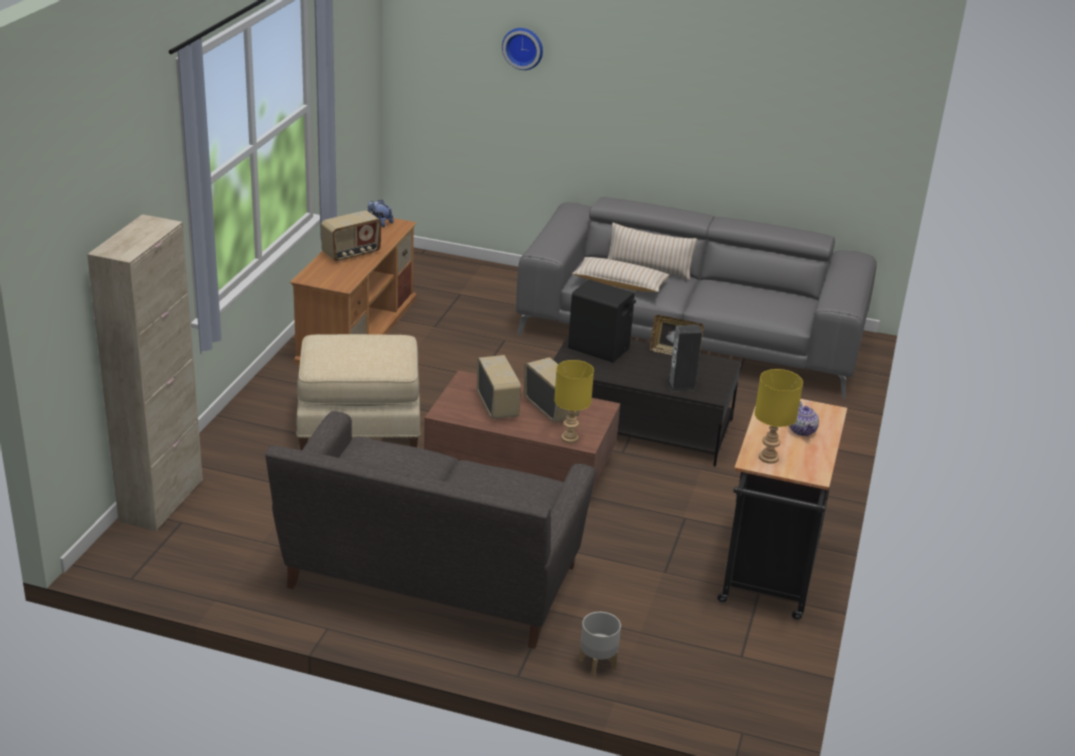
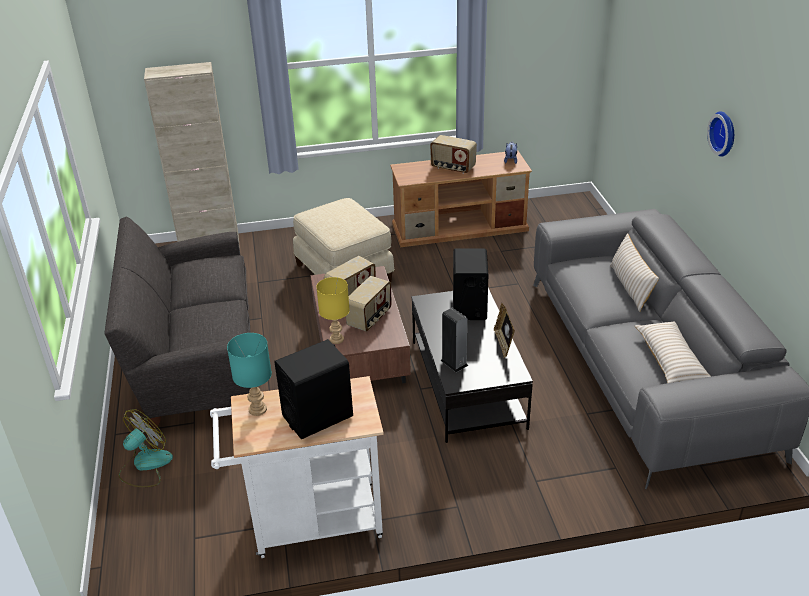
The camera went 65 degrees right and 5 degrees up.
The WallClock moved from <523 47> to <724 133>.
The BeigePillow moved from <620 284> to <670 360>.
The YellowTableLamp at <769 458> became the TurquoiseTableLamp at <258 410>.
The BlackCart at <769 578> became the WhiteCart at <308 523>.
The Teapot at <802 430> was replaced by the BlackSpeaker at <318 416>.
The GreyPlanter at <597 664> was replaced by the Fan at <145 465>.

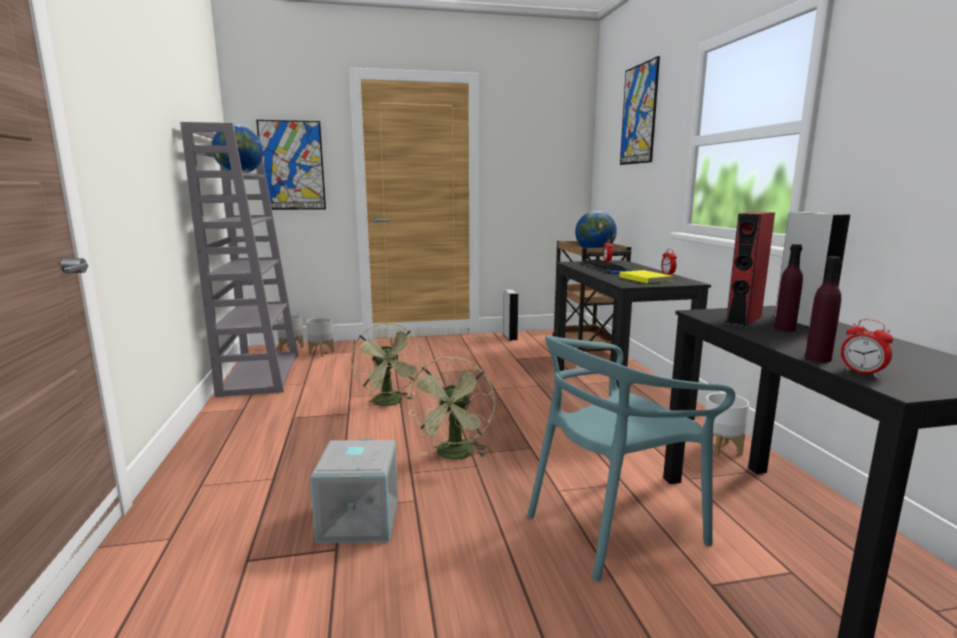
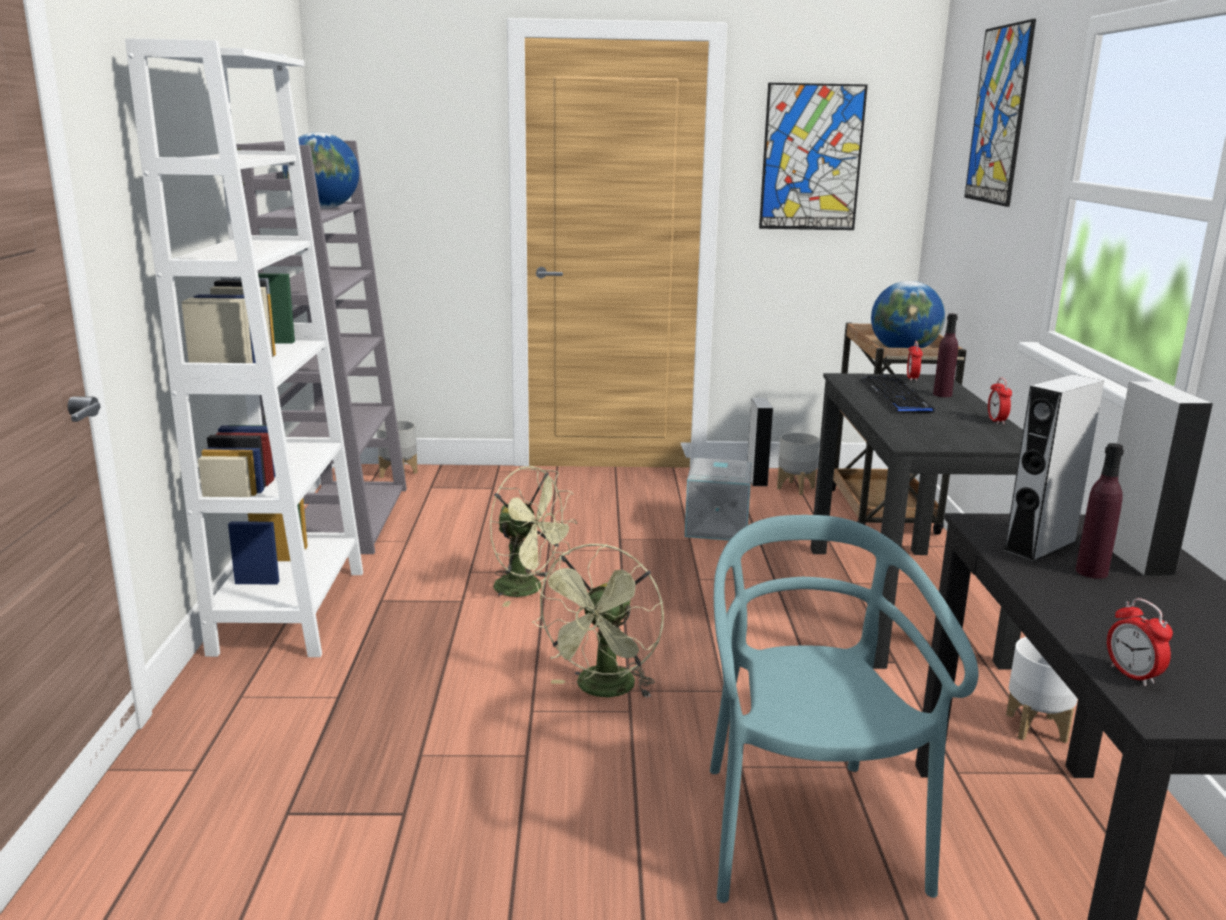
The camera went 10 degrees right and 5 degrees up.
The Picture moved from <292 165> to <811 158>.
The RedSpeaker at <743 320> became the GreySpeaker at <1040 546>.
The PurpleBottle moved from <818 358> to <942 394>.
The YellowBook at <644 279> disappeared.
The GreyPlanter moved from <321 352> to <795 488>.
The GreenFan at <390 403> turned 45 degrees counterclockwise.
The TurquoiseChair at <613 525> turned 105 degrees clockwise.
The GreyStorageBox moved from <357 519> to <715 527>.
The WhiteBookcase at <290 611> appeared.

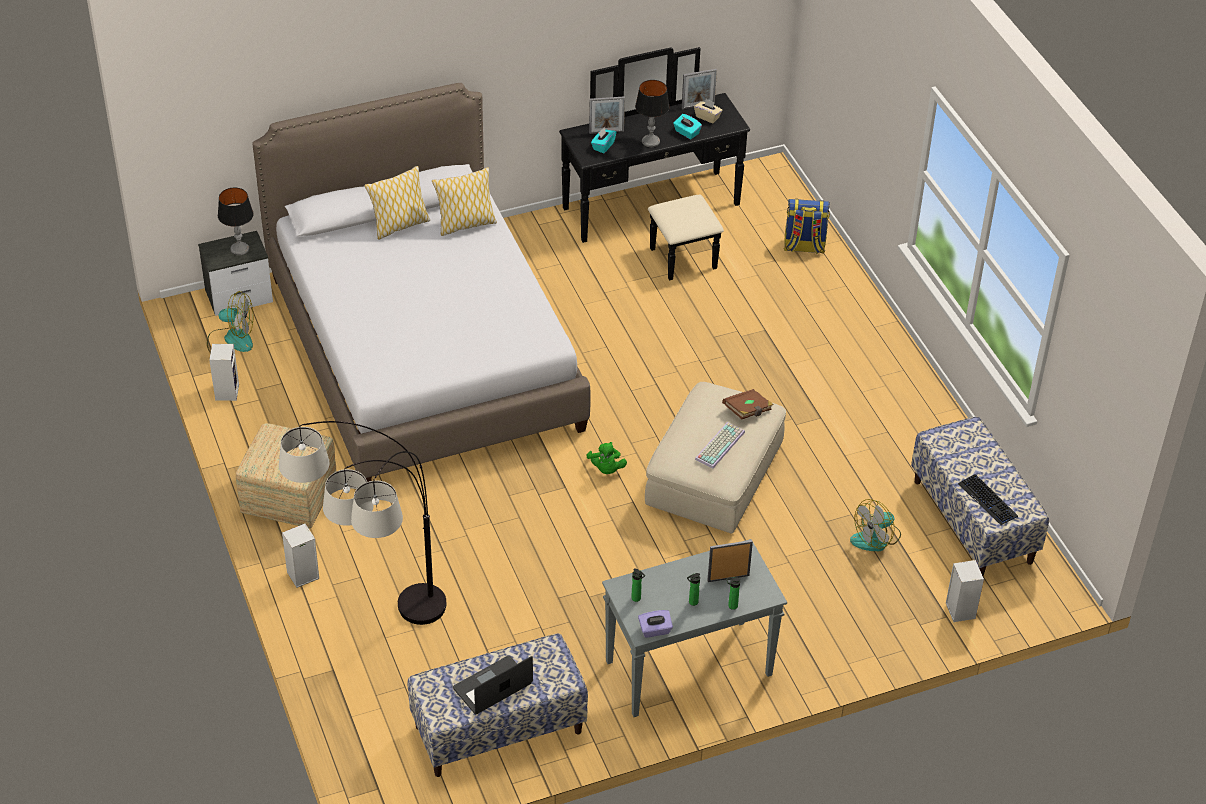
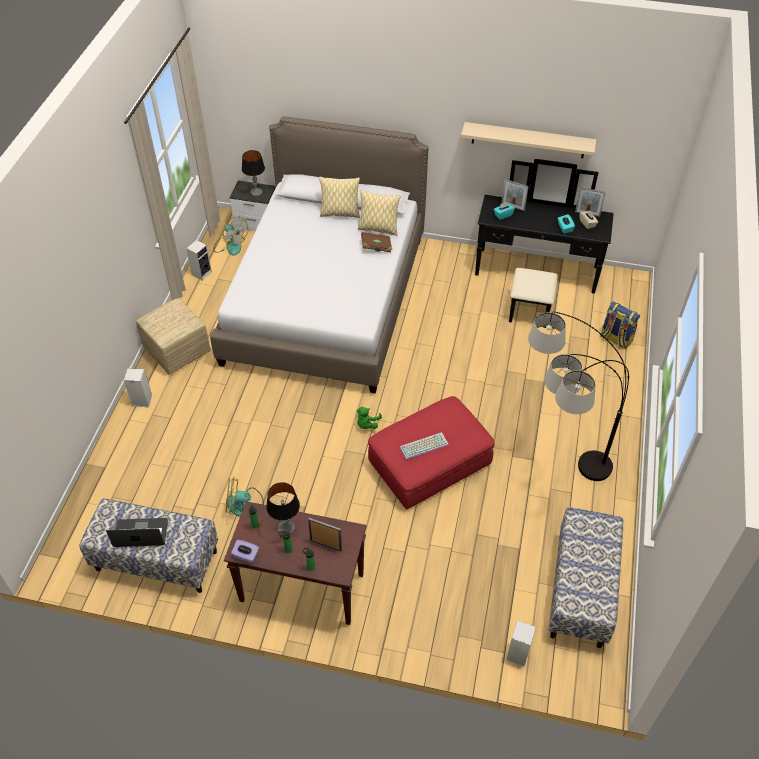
The camera went 35 degrees right and 5 degrees up.
The TableLamp moved from <650 141> to <286 528>.
The BeigeOttoman at <713 475> became the RedOttoman at <429 463>.
The BrownBook moved from <747 411> to <376 247>.
The FloorLamp moved from <378 640> to <555 475>.
The Keyboard at <988 500> disappeared.
The Fan moved from <876 538> to <244 506>.
The GreyConsoleTable at <687 670> became the BrownConsoleTable at <301 588>.
The BeigeShelf at <528 140> appeared.

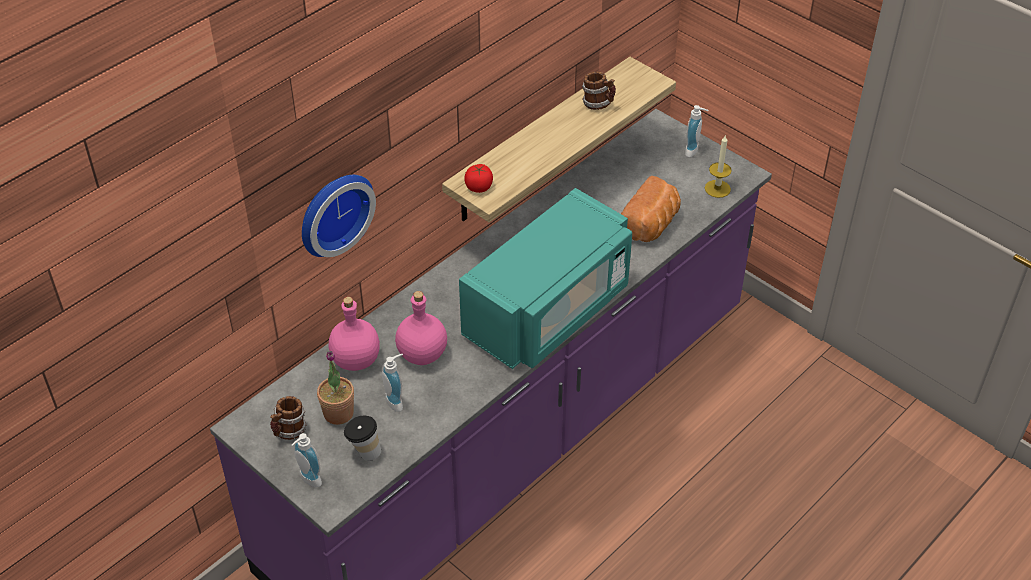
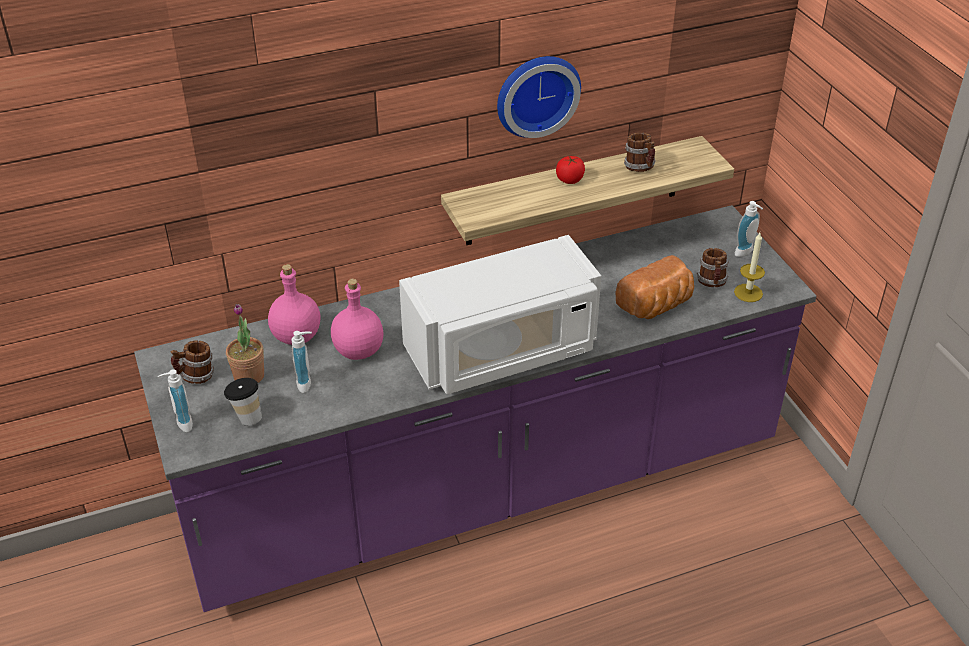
The camera went 25 degrees right and 5 degrees down.
The Tomato moved from <479 187> to <570 180>.
The WallClock moved from <332 212> to <536 93>.
The TurquoiseMicrowave at <549 311> became the WhiteMicrowave at <502 351>.
The Mug at <712 283> appeared.

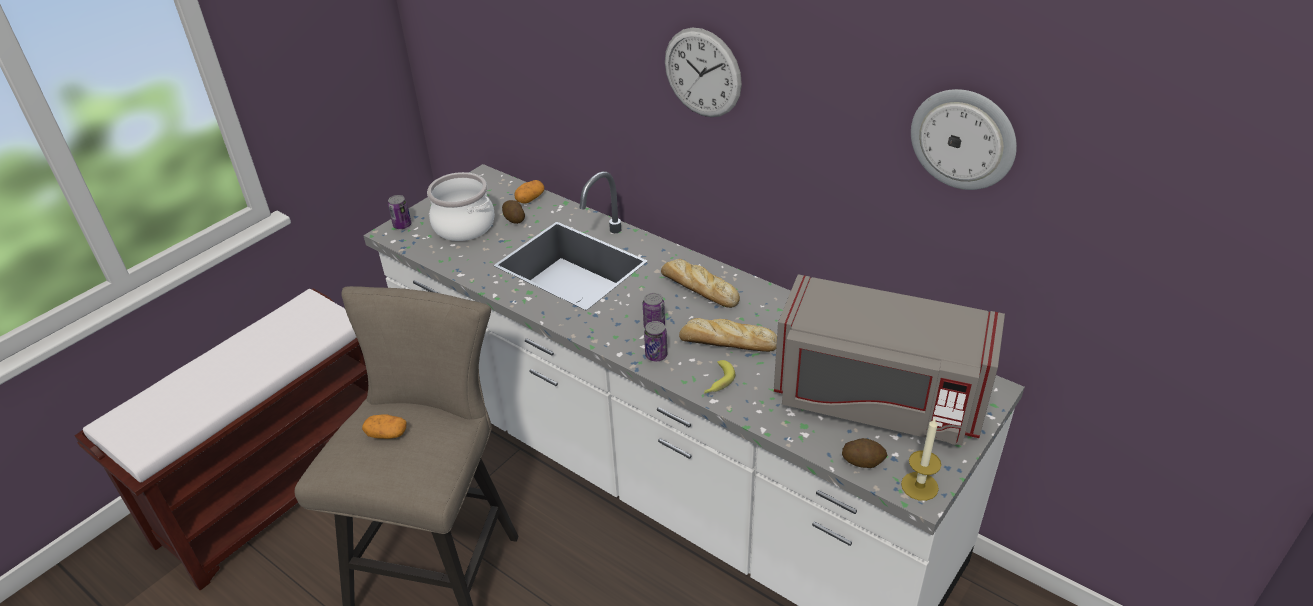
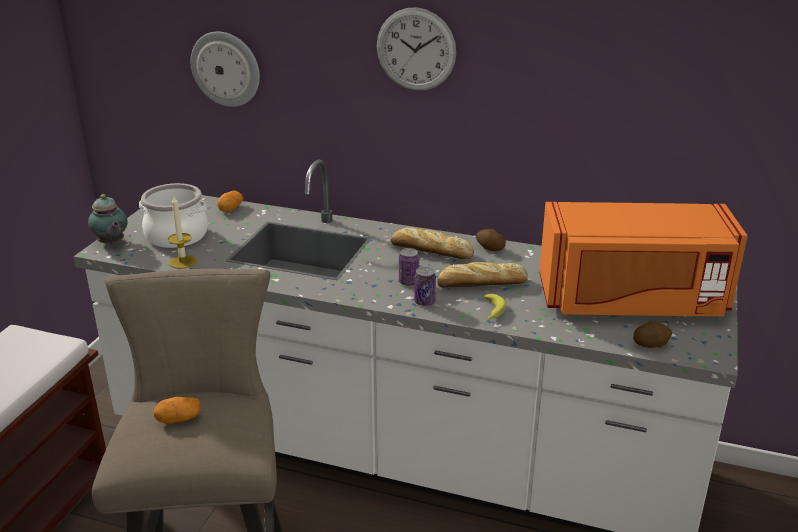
The camera went 20 degrees left and 10 degrees down.
The WallClock moved from <963 139> to <226 69>.
The Can at <402 225> was replaced by the Teapot at <111 243>.
The Potato moved from <514 219> to <489 248>.
The GreyMicrowave at <877 399> became the OrangeMicrowave at <632 301>.
The Candle moved from <919 486> to <182 262>.

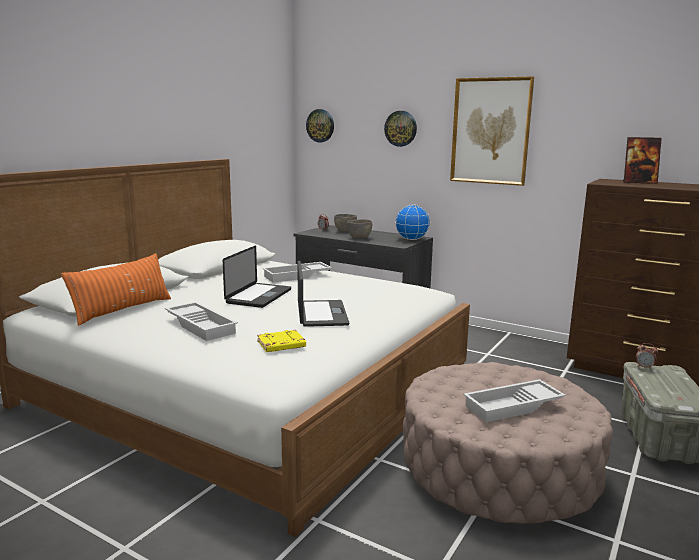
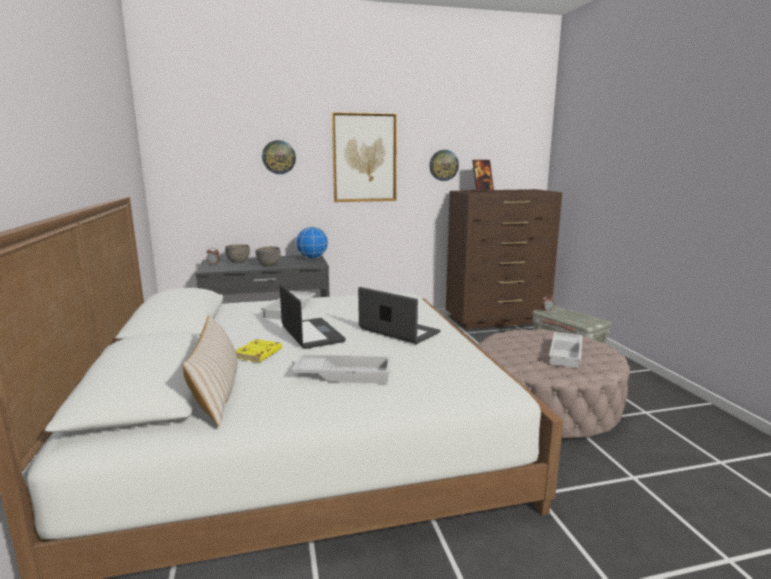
The camera went 45 degrees left and 0 degrees up.
The WallClock moved from <320 125> to <443 165>.
The OrangePillow at <122 310> became the BeigePillow at <217 392>.
The YellowBook moved from <281 345> to <258 354>.

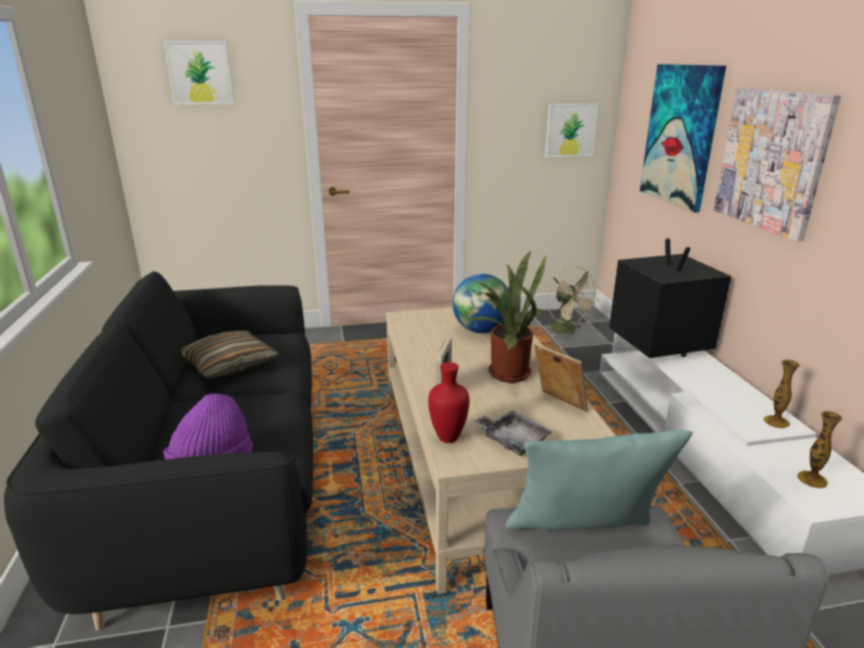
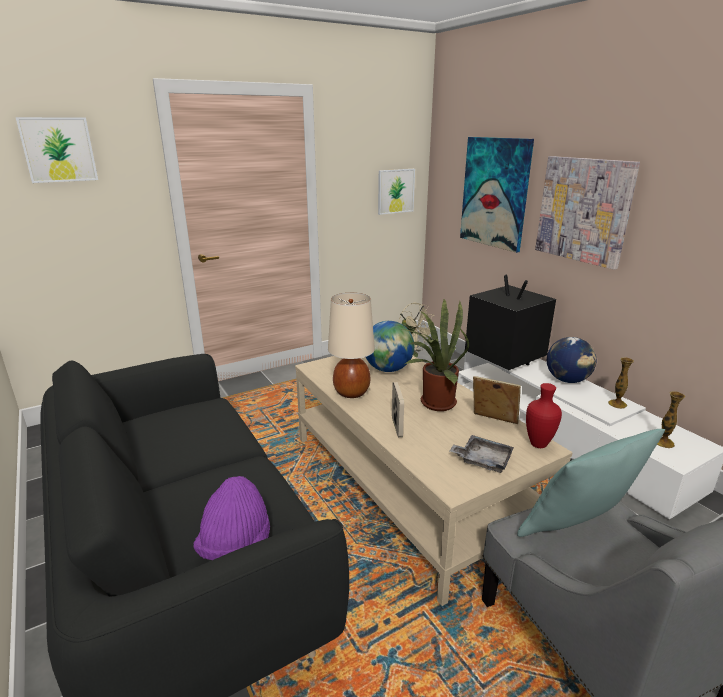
The camera went 20 degrees left and 0 degrees up.
The Pillow at <229 364> disappeared.
The RedVase moved from <449 437> to <538 443>.
The BeigeTableLamp at <351 392> appeared.
The Globe at <567 380> appeared.

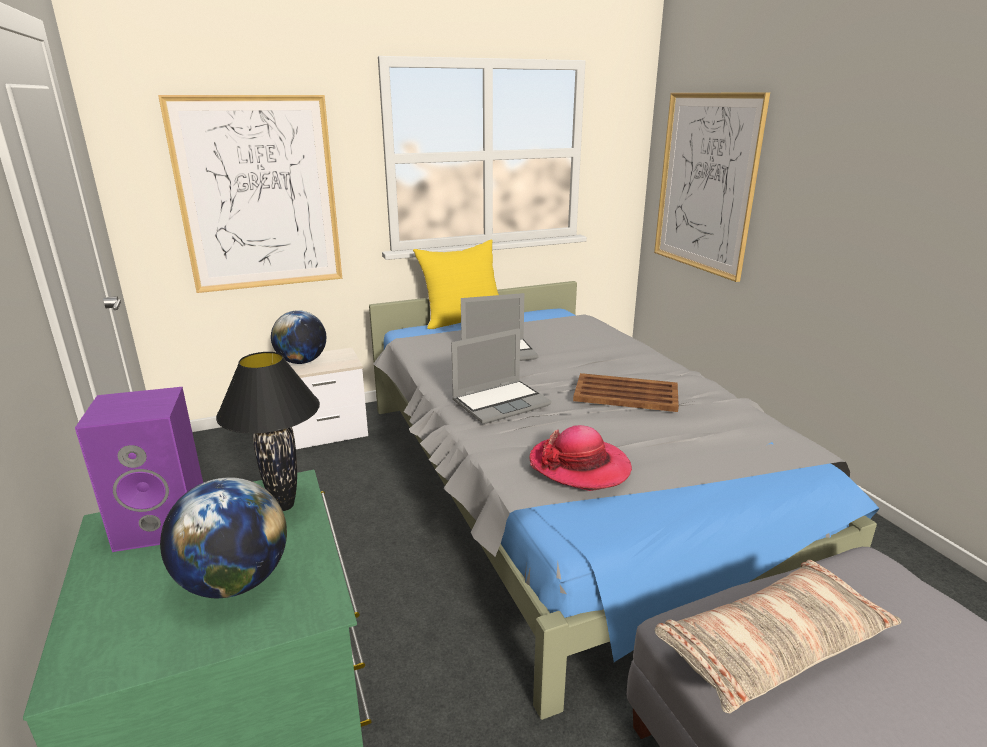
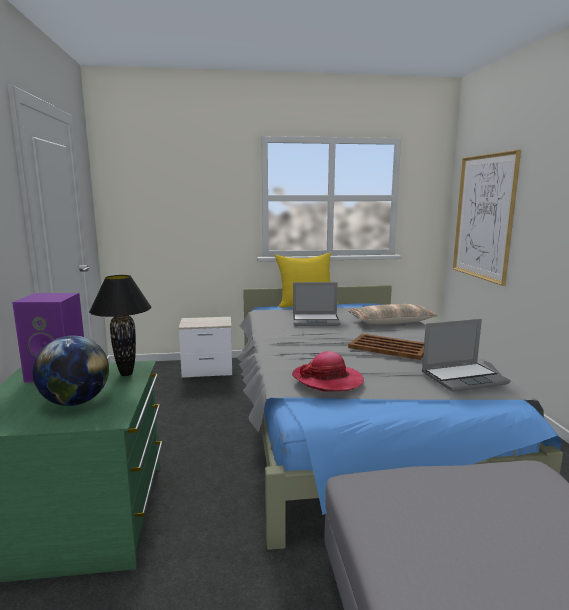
The camera went 15 degrees right and 10 degrees down.
The Picture at <259 195> disappeared.
The Globe at <302 361> disappeared.
The Laptop moved from <501 402> to <464 378>.
The Pillow moved from <772 646> to <391 322>.

